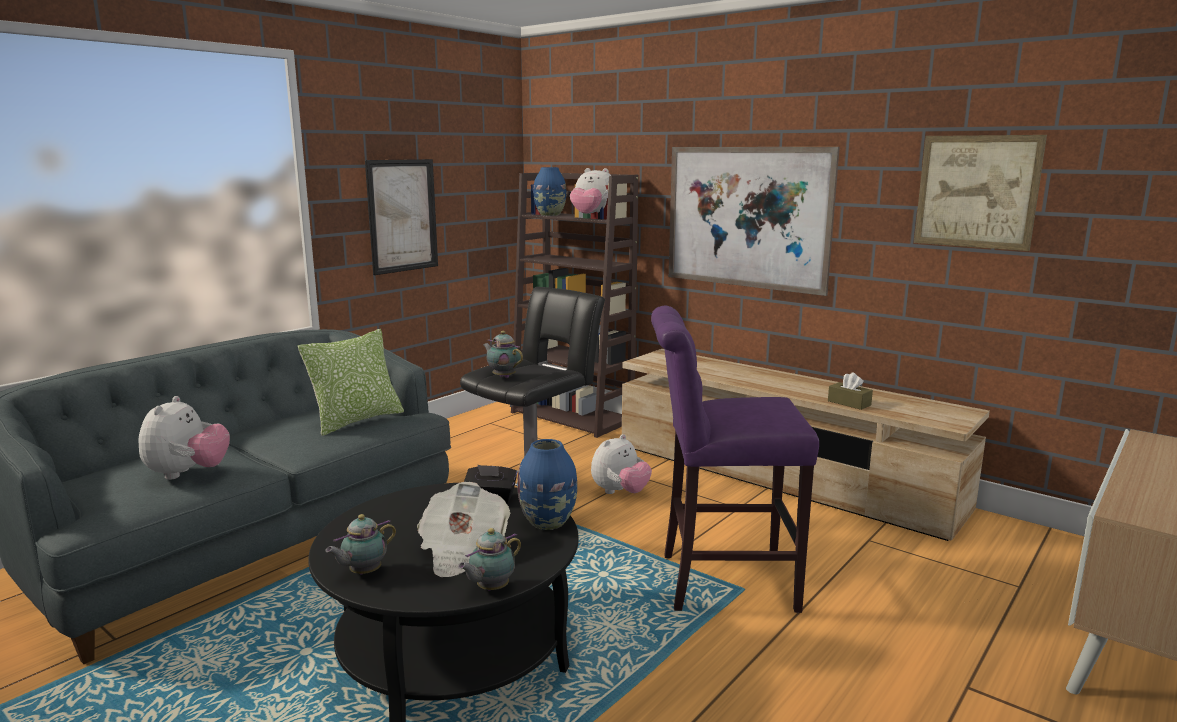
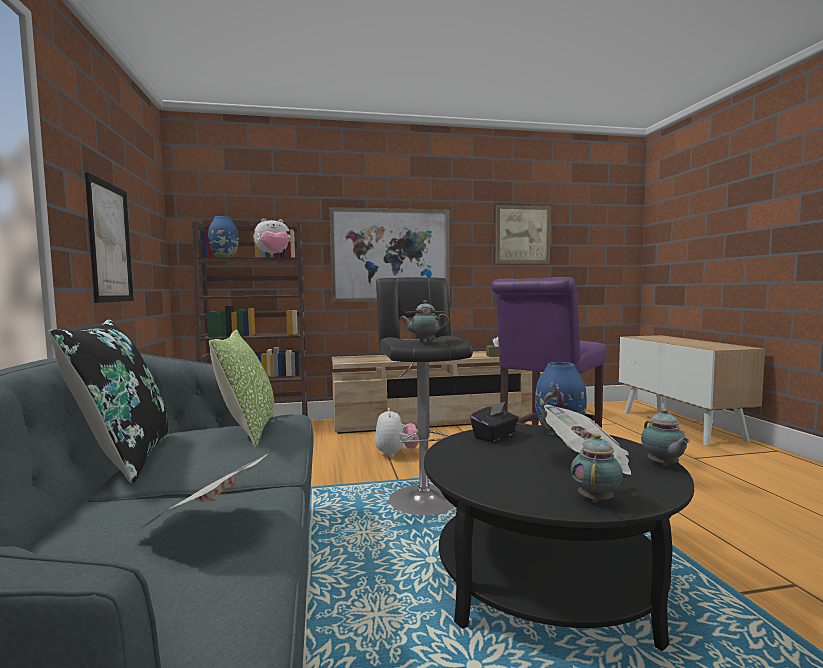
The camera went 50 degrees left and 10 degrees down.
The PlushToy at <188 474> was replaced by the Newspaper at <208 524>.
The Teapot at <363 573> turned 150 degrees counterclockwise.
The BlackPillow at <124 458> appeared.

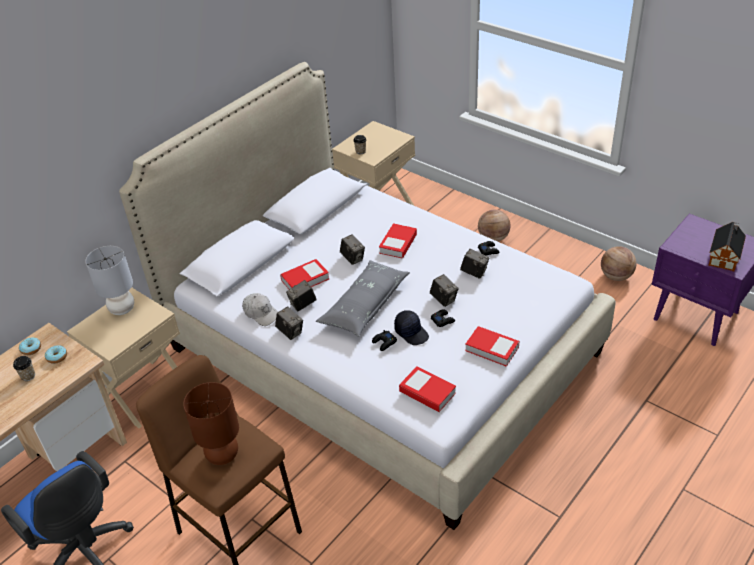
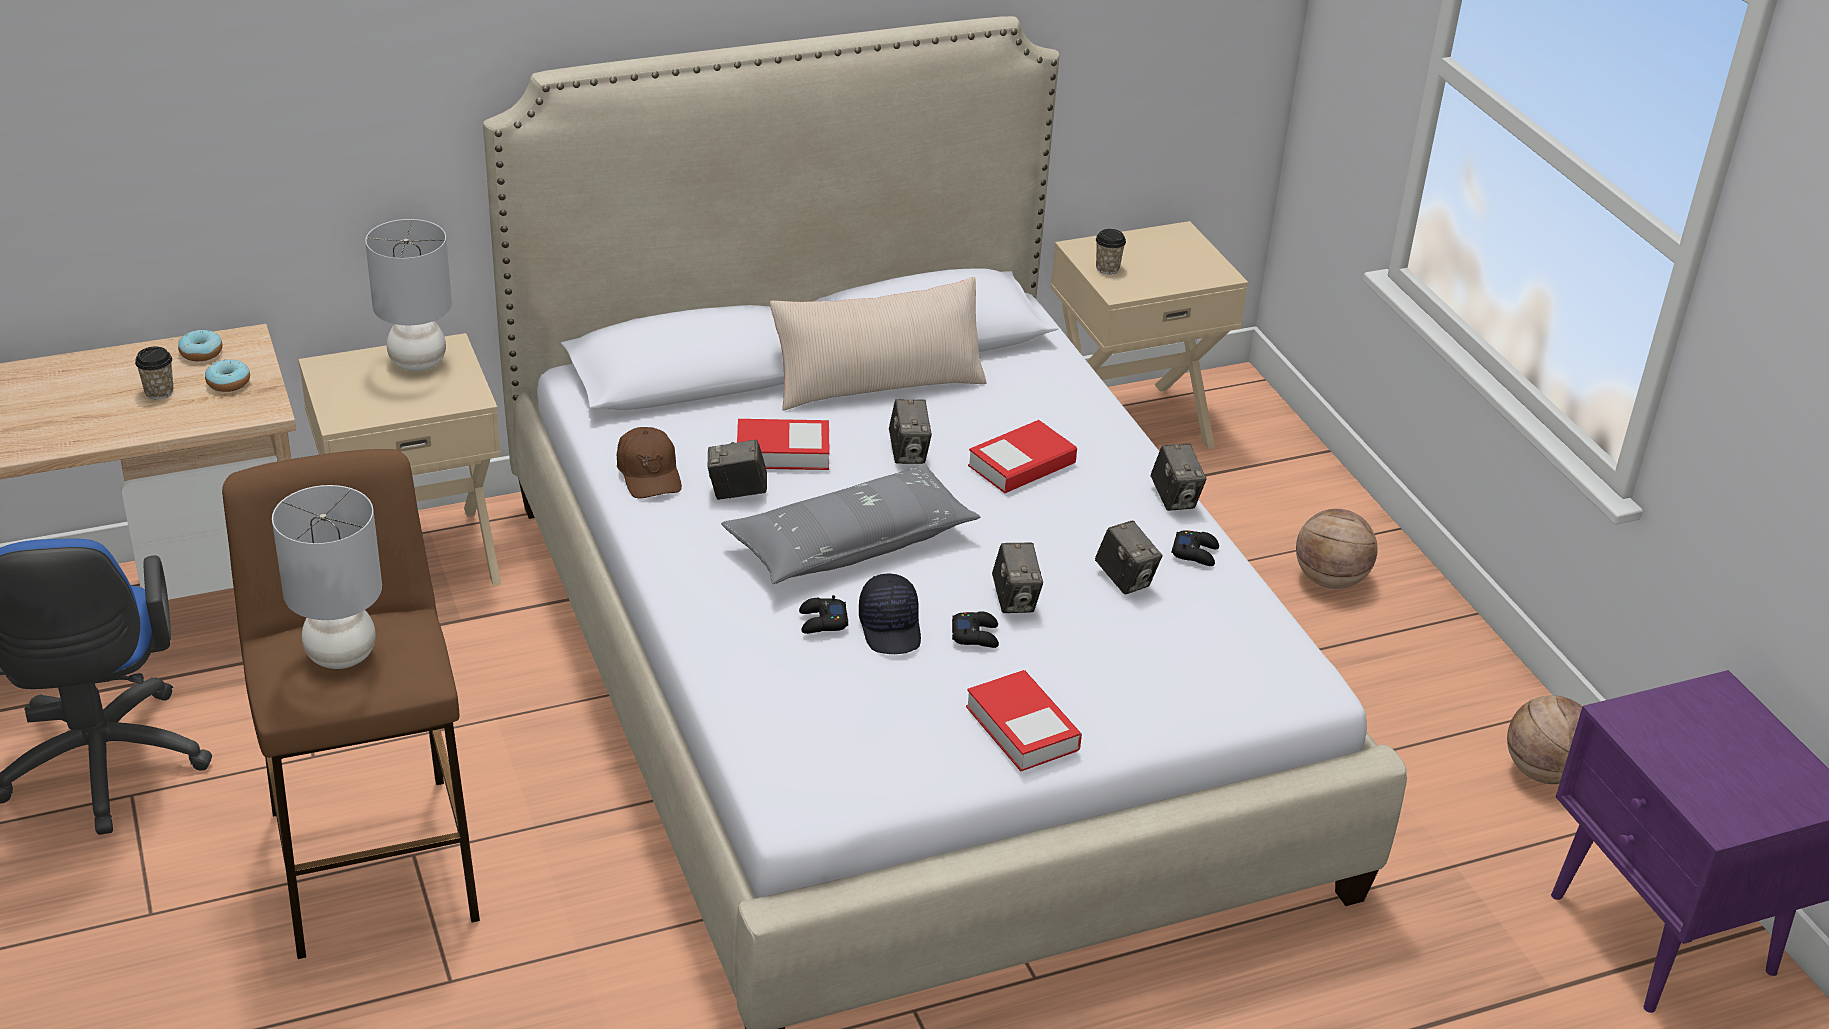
The camera went 25 degrees right and 5 degrees down.
The ToyHouse at <725 256> disappeared.
The WhiteCap at <261 313> became the BrownCap at <649 474>.
The PhotoCamera moved from <290 332> to <1175 499>.
The Book at <427 392> disappeared.
The BrownTableLamp at <223 455> became the GreyTableLamp at <342 655>.
The BeigePillow at <878 383> appeared.

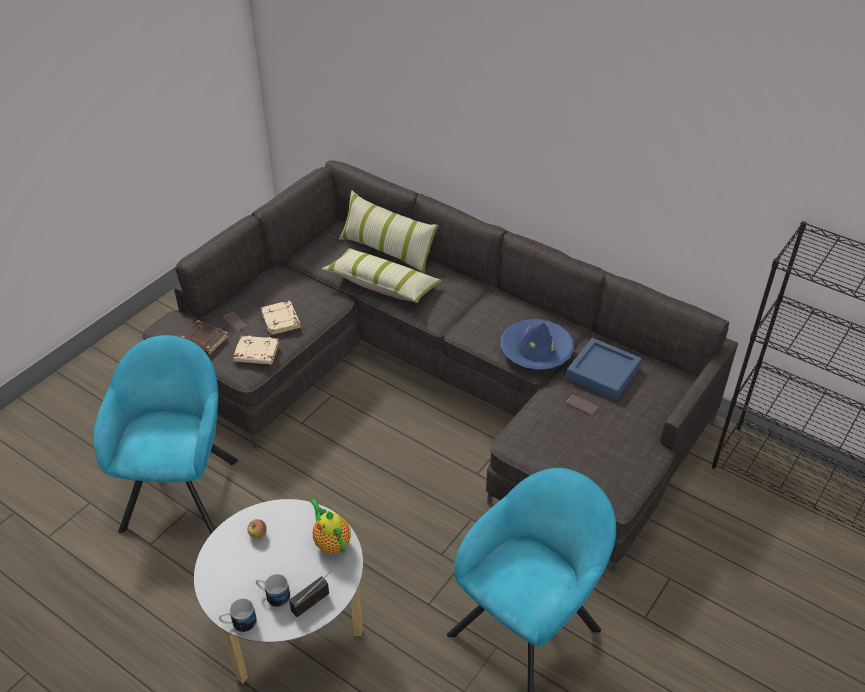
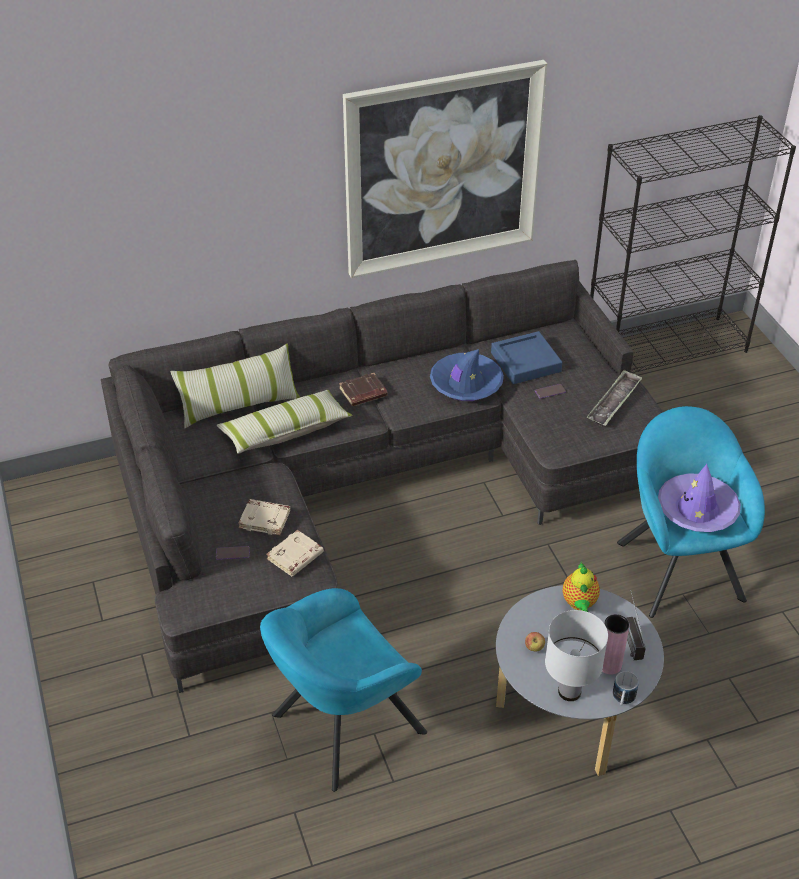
The camera went 55 degrees left and 0 degrees up.
The BrownBook moved from <203 341> to <363 393>.
The TurquoiseArmchair at <182 488> turned 75 degrees counterclockwise.
The Teapot at <331 542> turned 90 degrees counterclockwise.
The Mug at <273 595> was replaced by the PinkVase at <609 665>.
The Picture at <442 170> appeared.
The Tray at <614 402> appeared.
The PurpleHat at <697 510> appeared.
The WhiteTableLamp at <568 691> appeared.

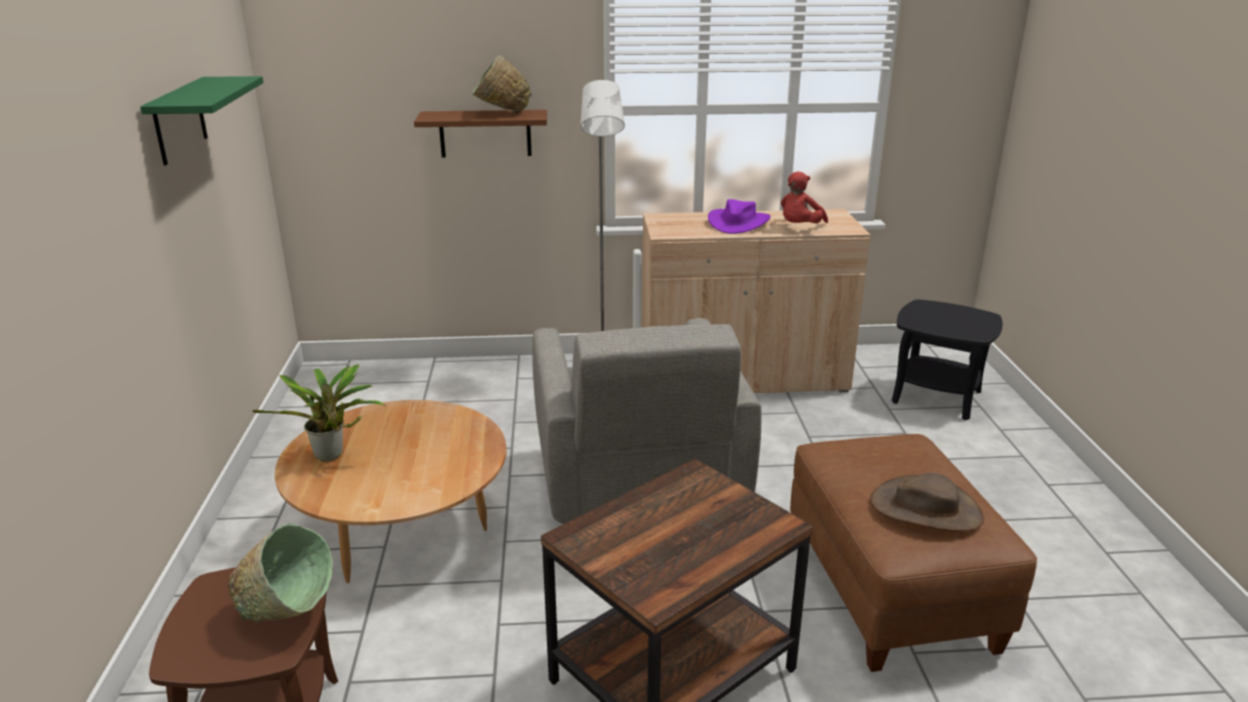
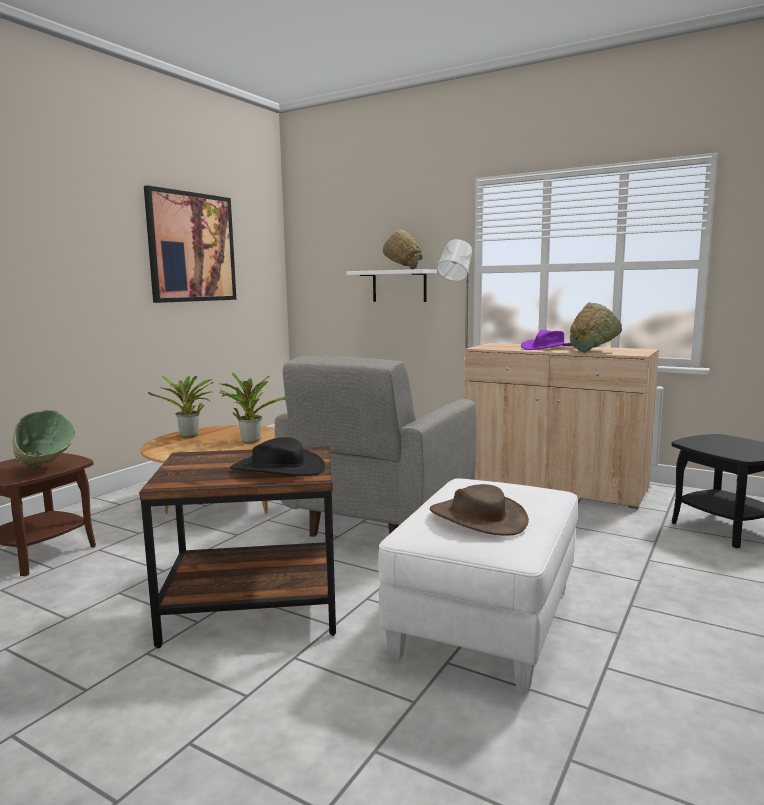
The camera went 35 degrees right and 15 degrees down.
The GreenShelf at <179 121> was replaced by the Picture at <192 247>.
The BrownShelf at <485 133> became the WhiteShelf at <399 286>.
The RedPlushToy at <799 227> was replaced by the GreenBowl at <592 351>.
The BrownOttoman at <892 593> became the WhiteOttoman at <487 623>.
The PottedPlant at <250 440> appeared.
The BlackHat at <278 468> appeared.

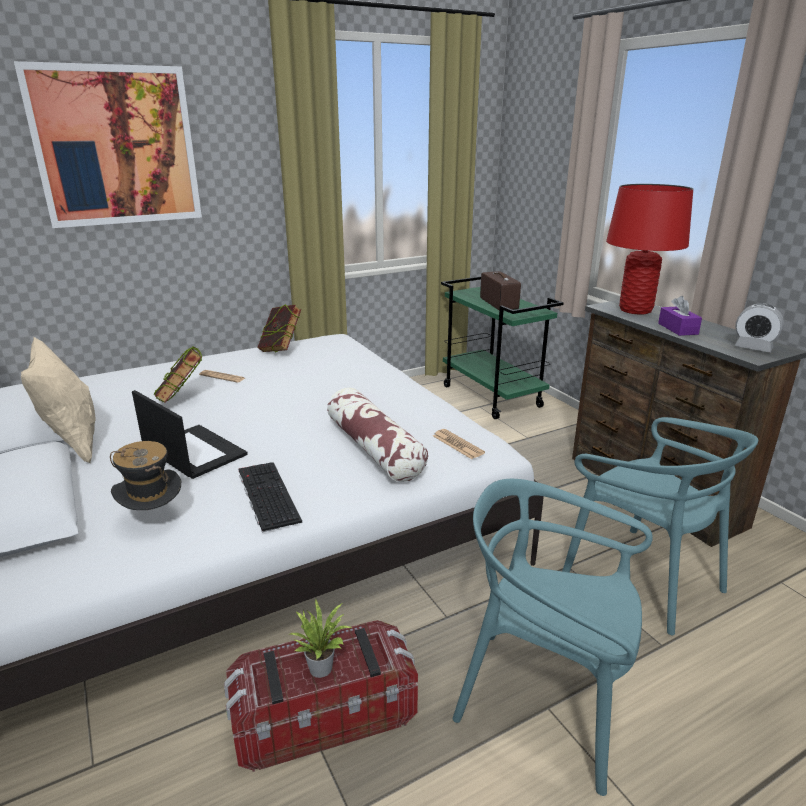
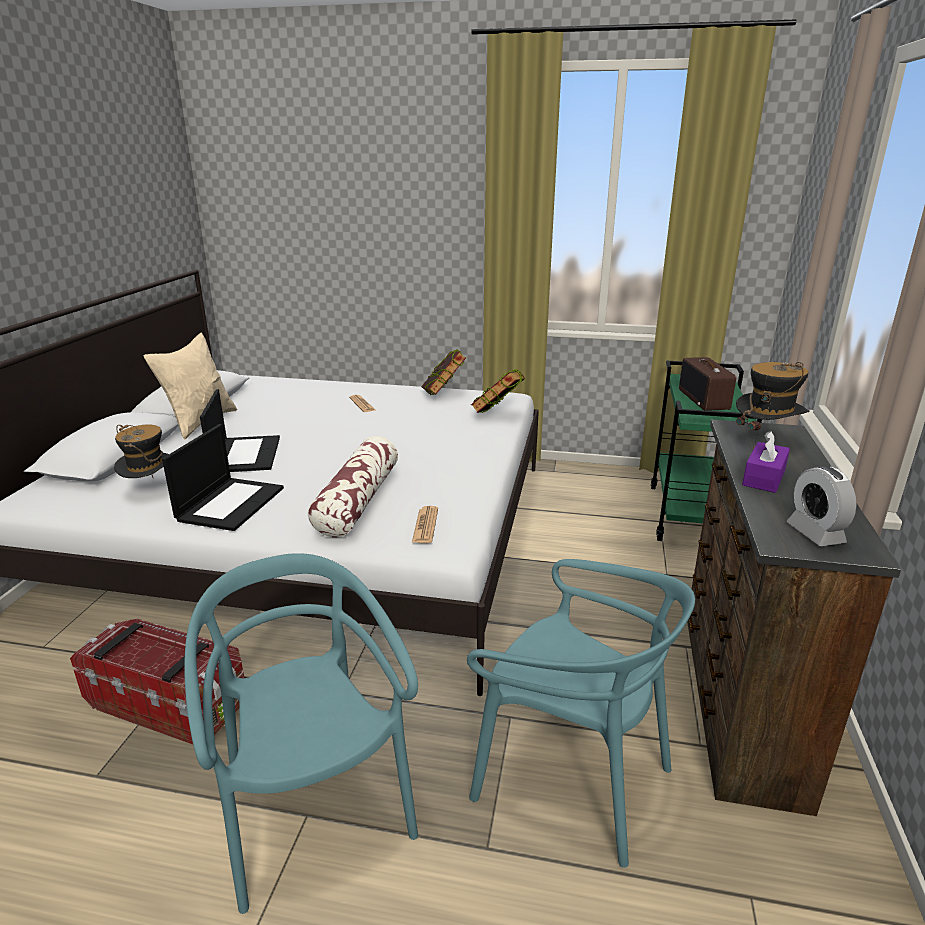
The camera went 40 degrees right and 0 degrees up.
The Picture at <116 146> disappeared.
The RedTableLamp at <635 310> was replaced by the Hat at <764 441>.
The Radio at <498 303> turned 150 degrees clockwise.
The Book moved from <182 400> to <497 415>.
The TurquoiseChair at <643 578> turned 60 degrees counterclockwise.
The Keyboard at <266 495> was replaced by the Laptop at <231 503>.
The PottedPlant at <321 666> disappeared.

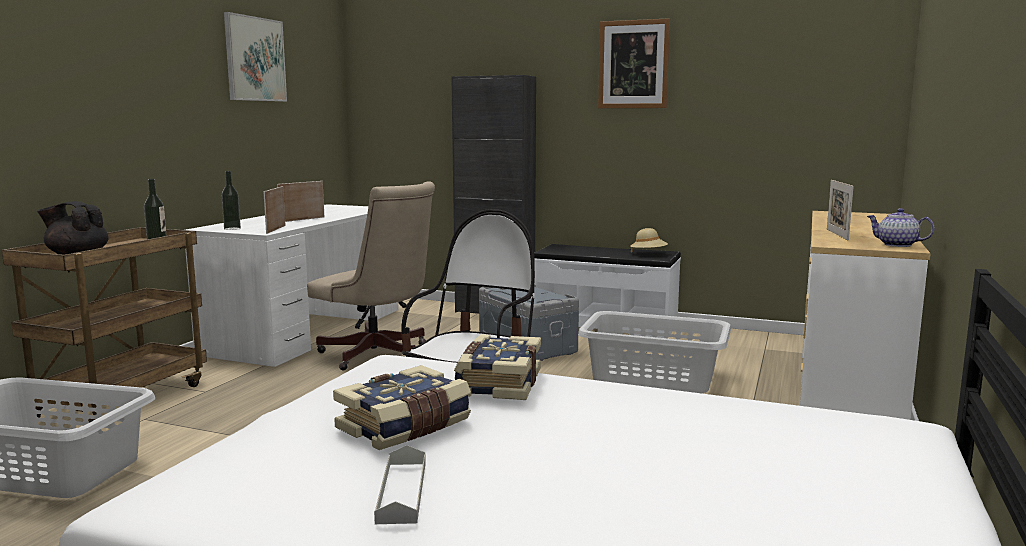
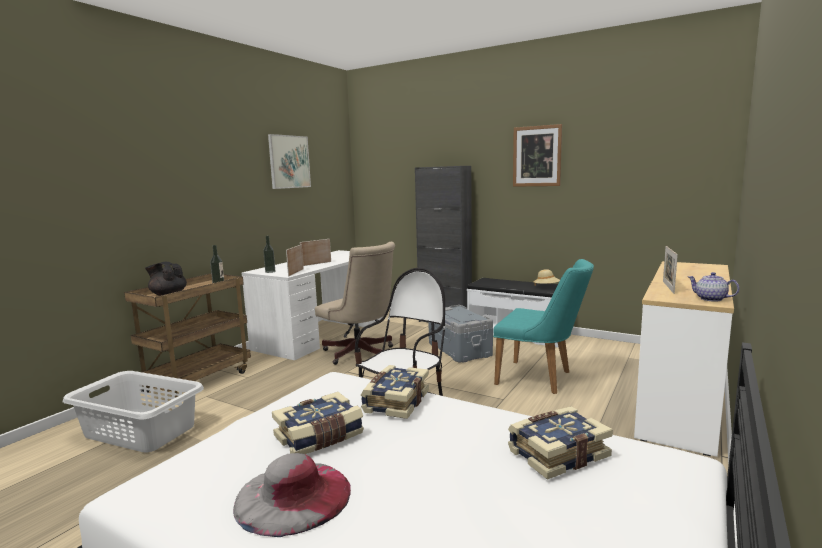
The camera went 10 degrees right and 0 degrees up.
The GreyLaundryBasket at <654 377> was replaced by the TurquoiseChair at <541 378>.
The GreyTray at <402 491> was replaced by the GreyHat at <293 496>.
The Book at <557 453> appeared.

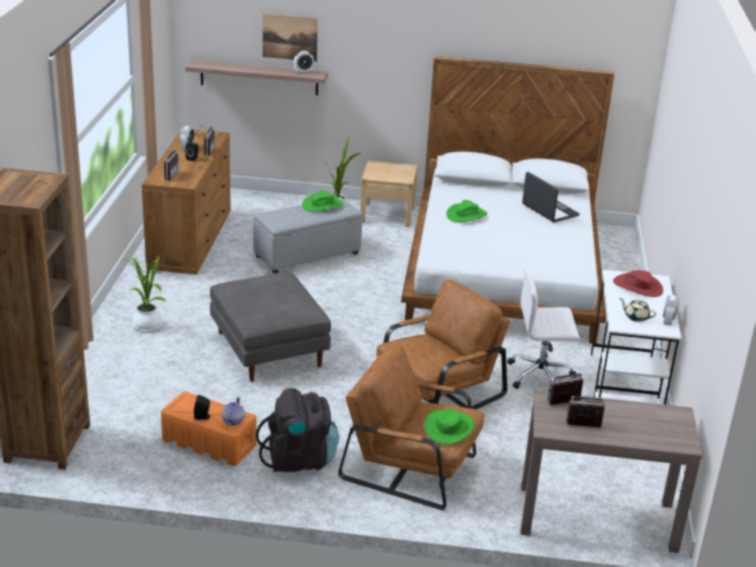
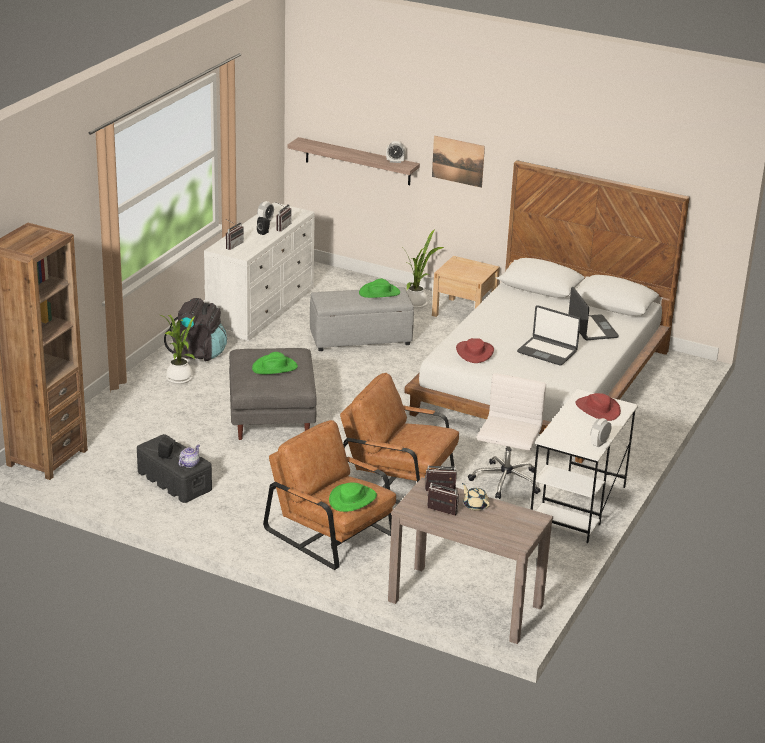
The camera went 20 degrees right and 0 degrees up.
The Picture moved from <290 37> to <458 161>.
The BrownDresser at <191 241> became the WhiteDresser at <261 310>.
The GreenHat moved from <466 215> to <275 367>.
The WhiteOfficeChair at <541 376> turned 90 degrees clockwise.
The BrownArmchair at <438 392> turned 135 degrees counterclockwise.
The BeigeTeapot moved from <636 317> to <475 505>.
The BlackBackpack moved from <299 459> to <198 353>.
The OrangeStorageBox at <208 442> became the BlackStorageBox at <174 481>.
The Laptop at <547 352> appeared.
The RedHat at <474 352> appeared.

